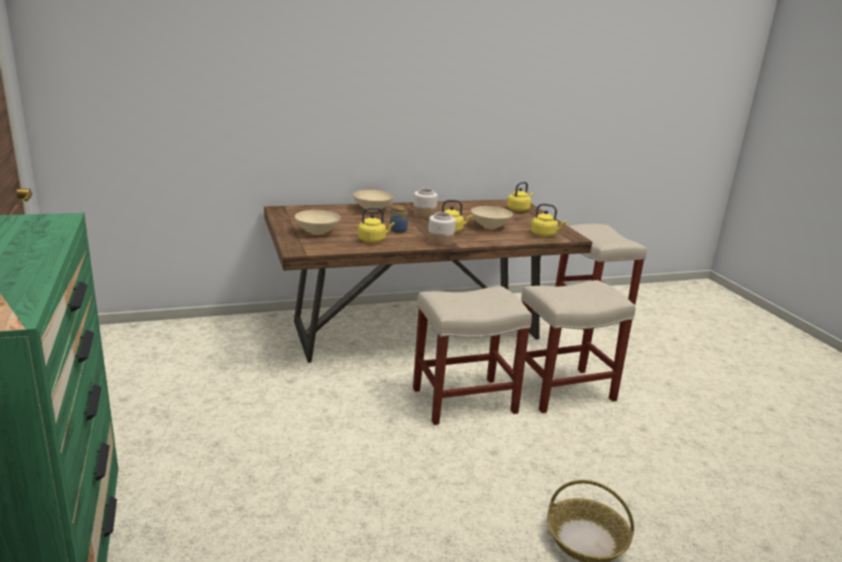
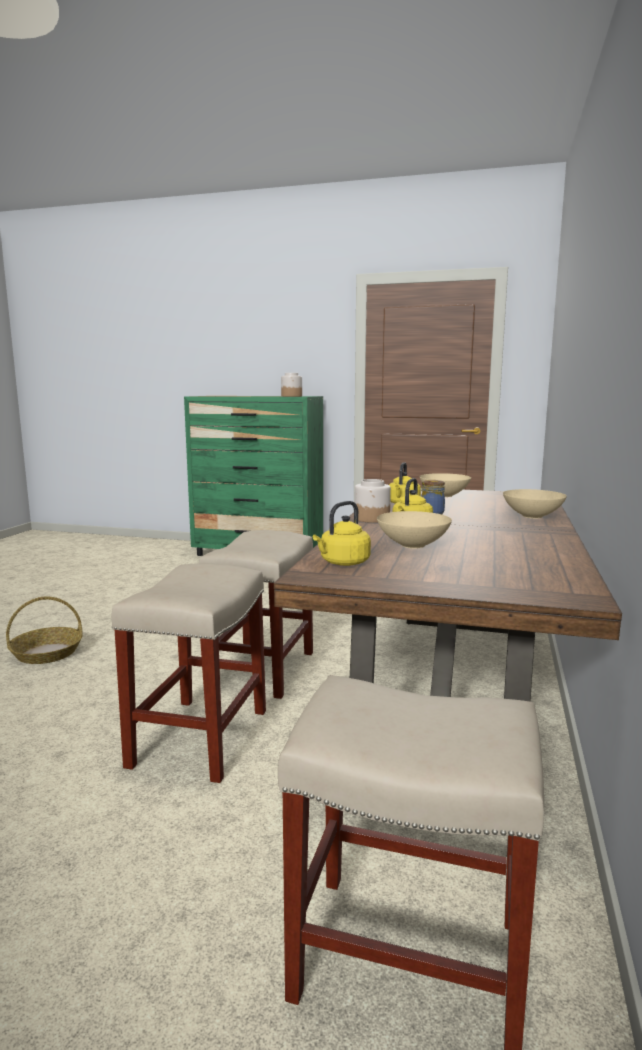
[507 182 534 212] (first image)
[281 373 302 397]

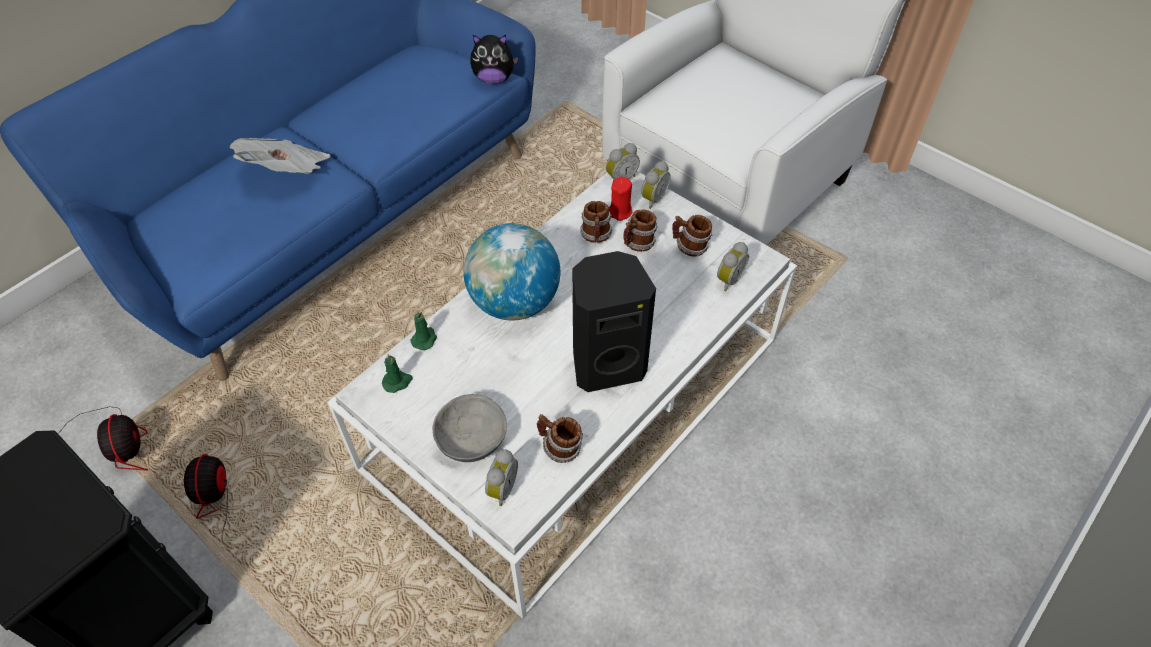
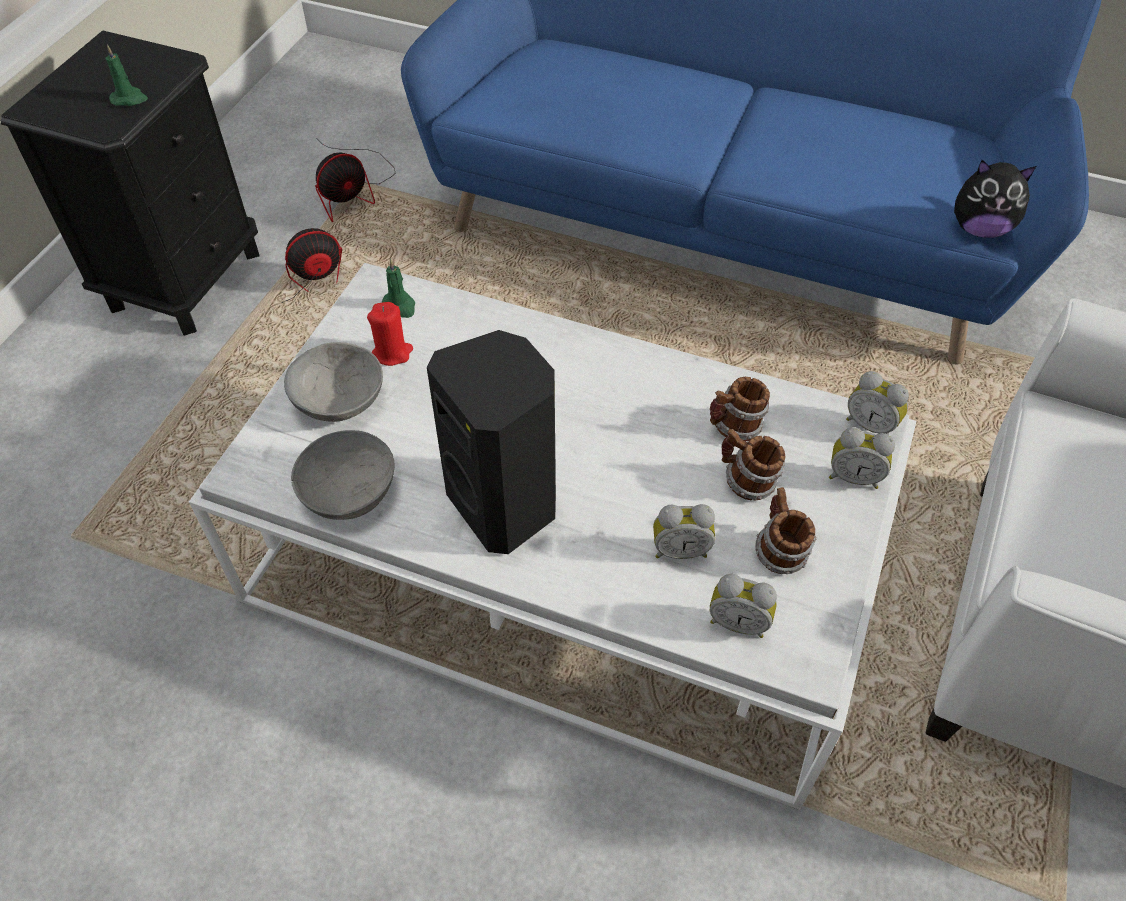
[954 160 1036 238]
[230 138 331 174] (first image)
[367 302 413 366]
[463 223 560 320] (first image)
[106 45 148 106]
[291 430 394 520]
[653 504 715 559]

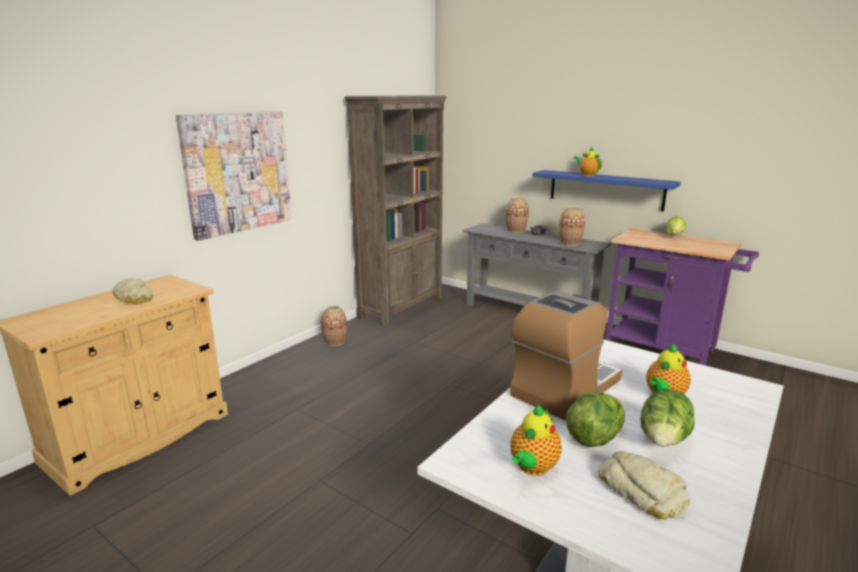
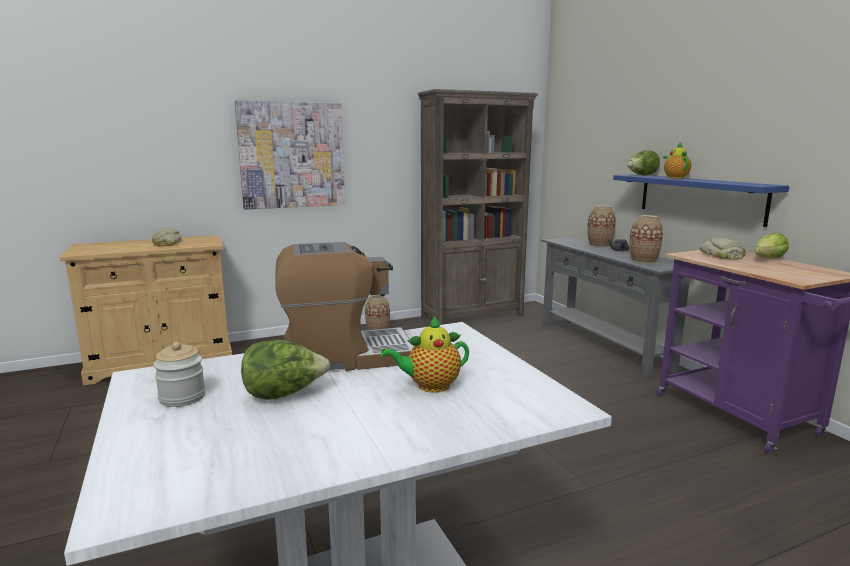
[627 150 660 176]
[154 342 205 407]
[700 238 746 260]

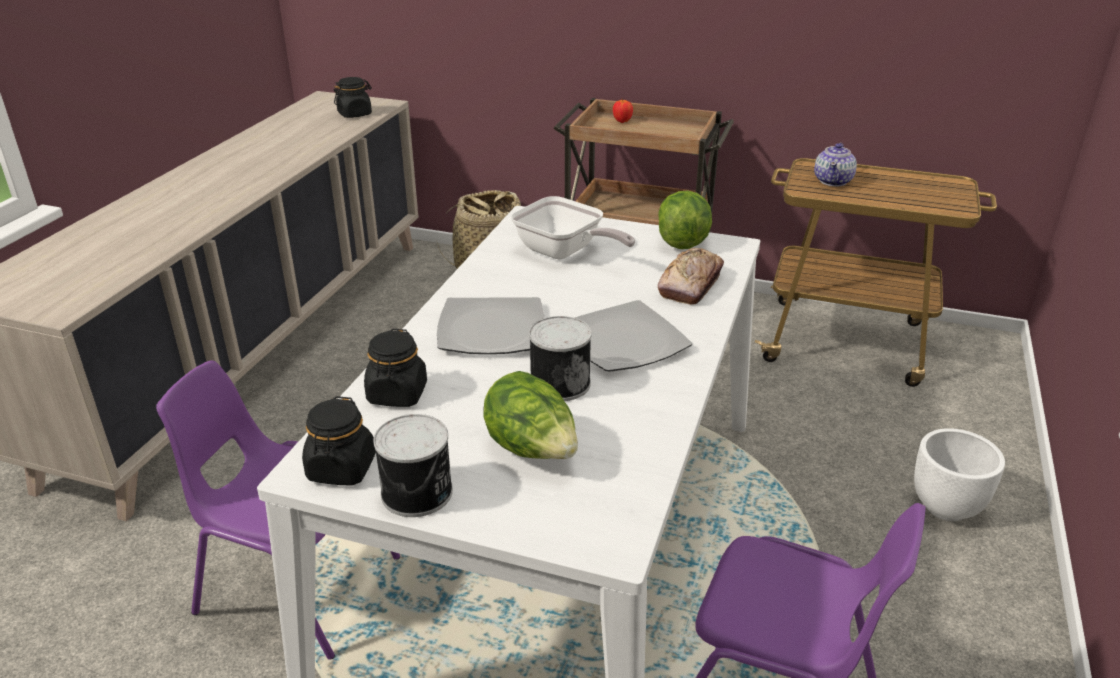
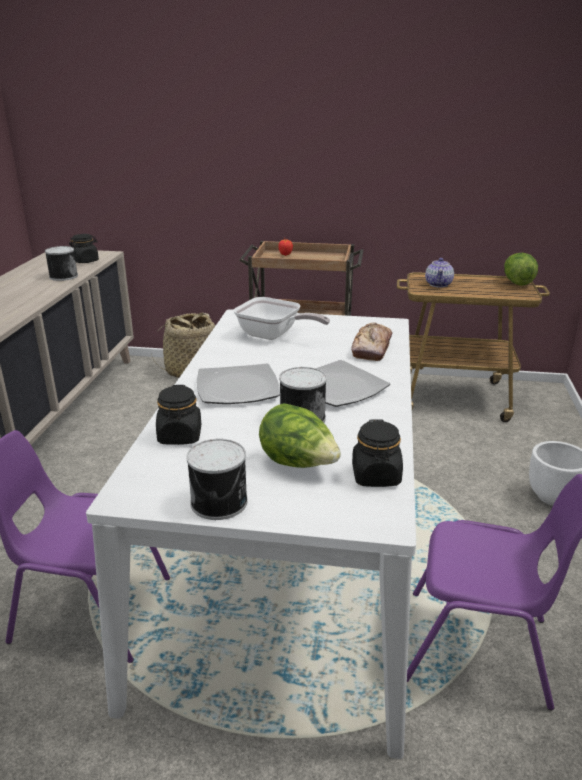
[504 253 538 286]
[352 419 403 487]
[45 246 78 281]

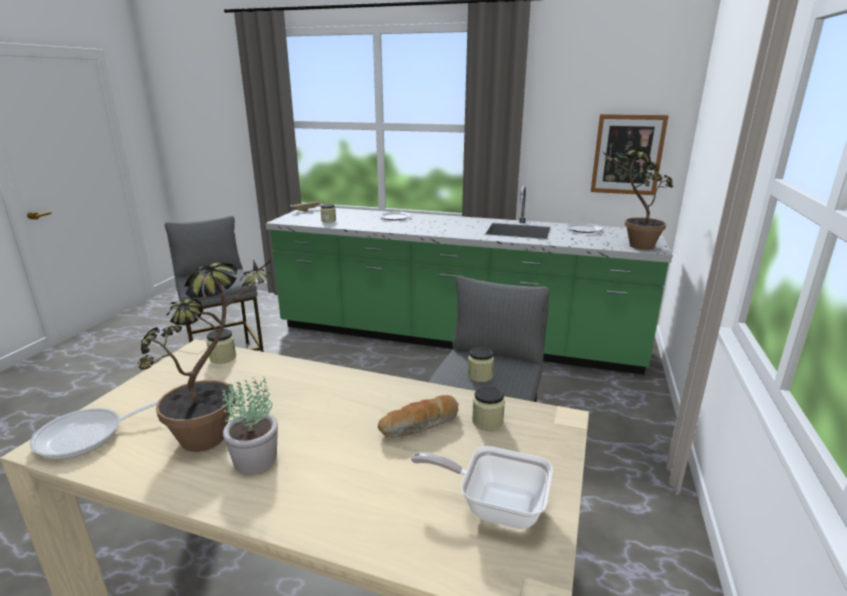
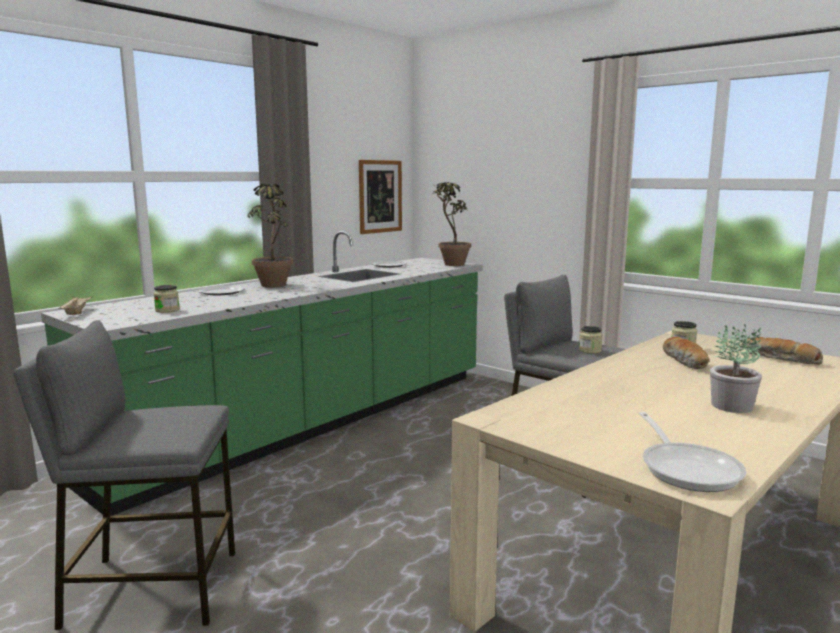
[248 184 293 288]
[207 329 236 364] (first image)
[742 337 823 365]

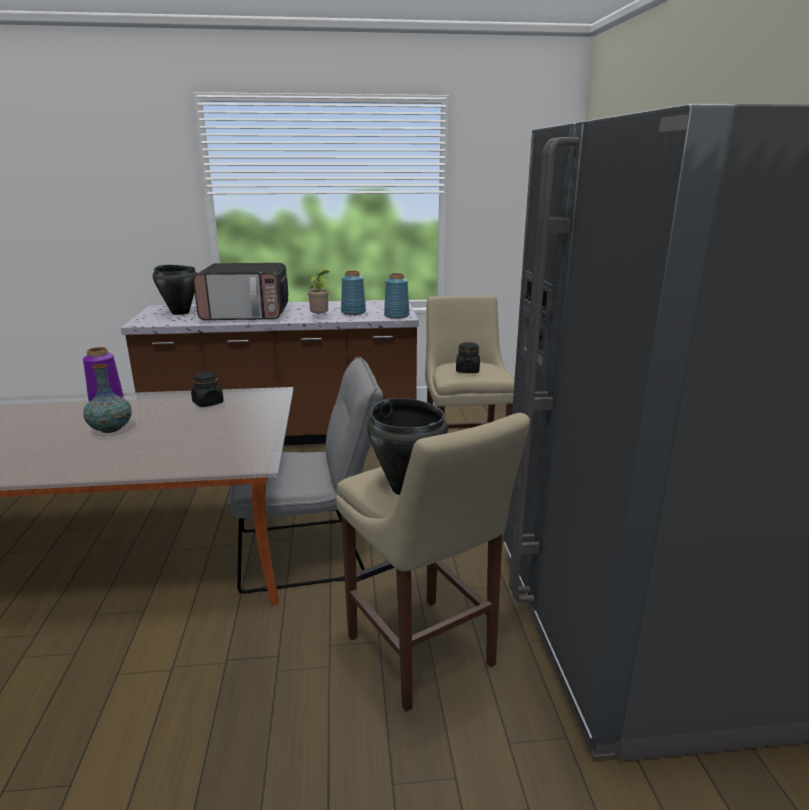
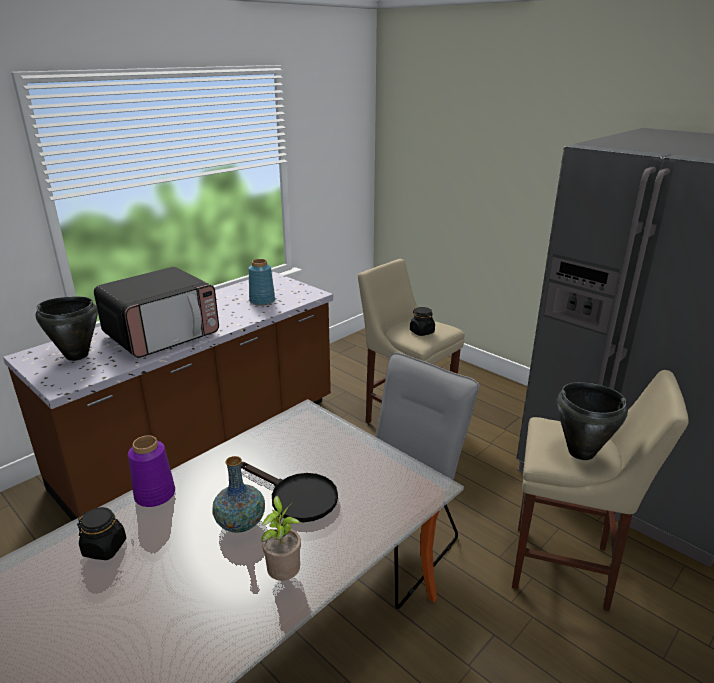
[261 496 301 581]
[384 273 409 319] (first image)
[77 507 126 560]
[241 462 338 522]

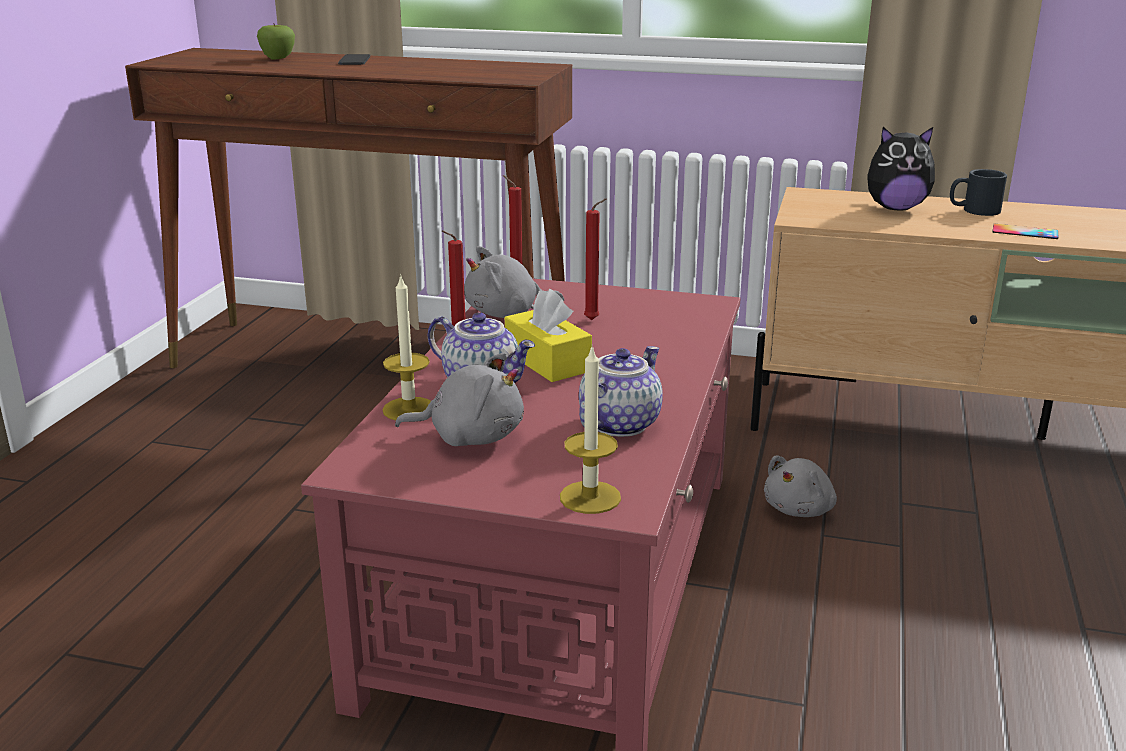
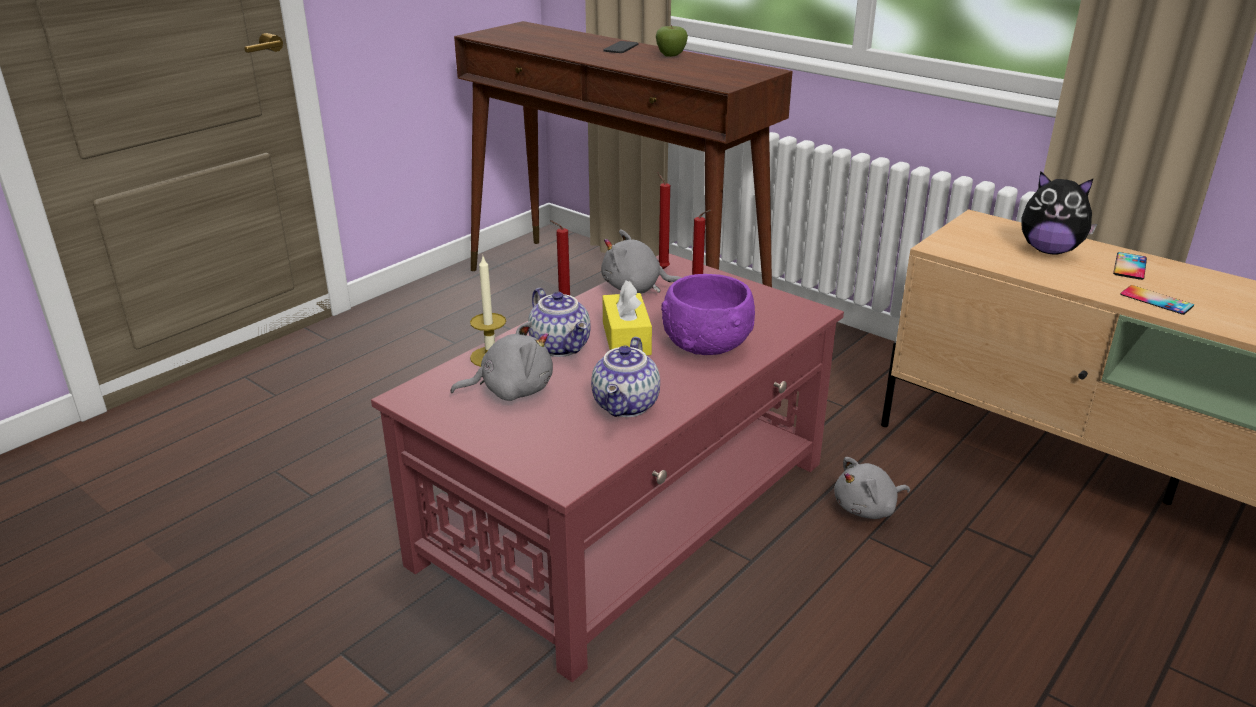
[656 25 688 57]
[1113 252 1147 280]
[560 344 621 514] (first image)
[591 337 660 417]
[451 321 553 401]
[661 274 755 355]

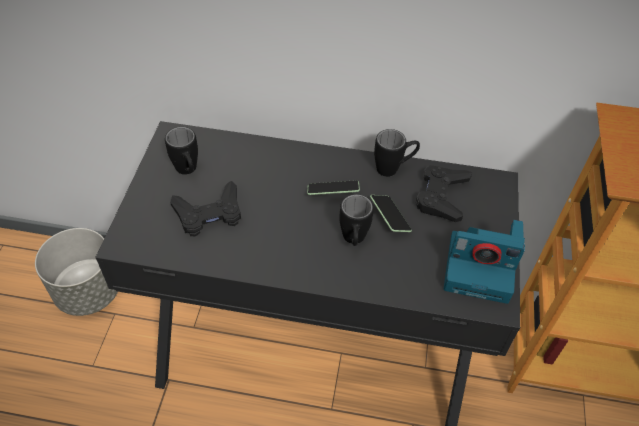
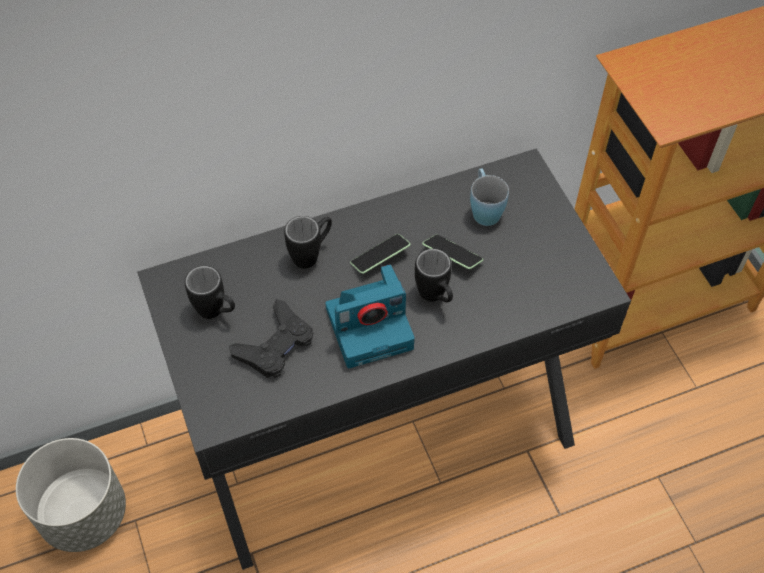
[284 216 332 269]
[470 168 509 226]
[325 264 415 368]

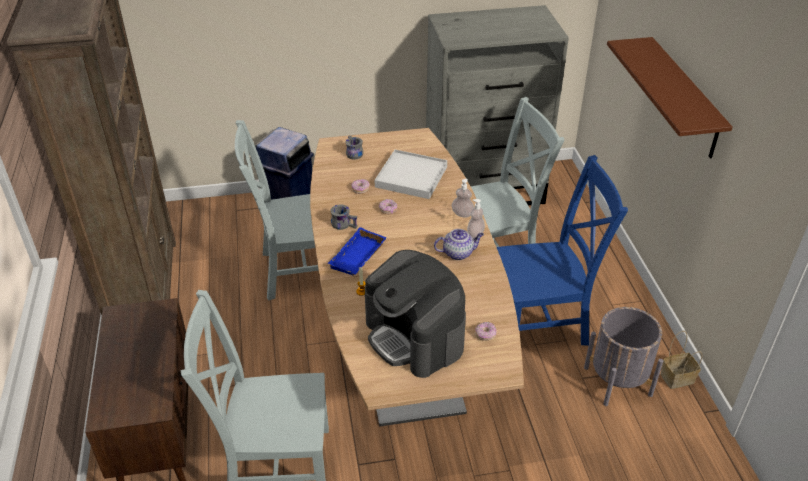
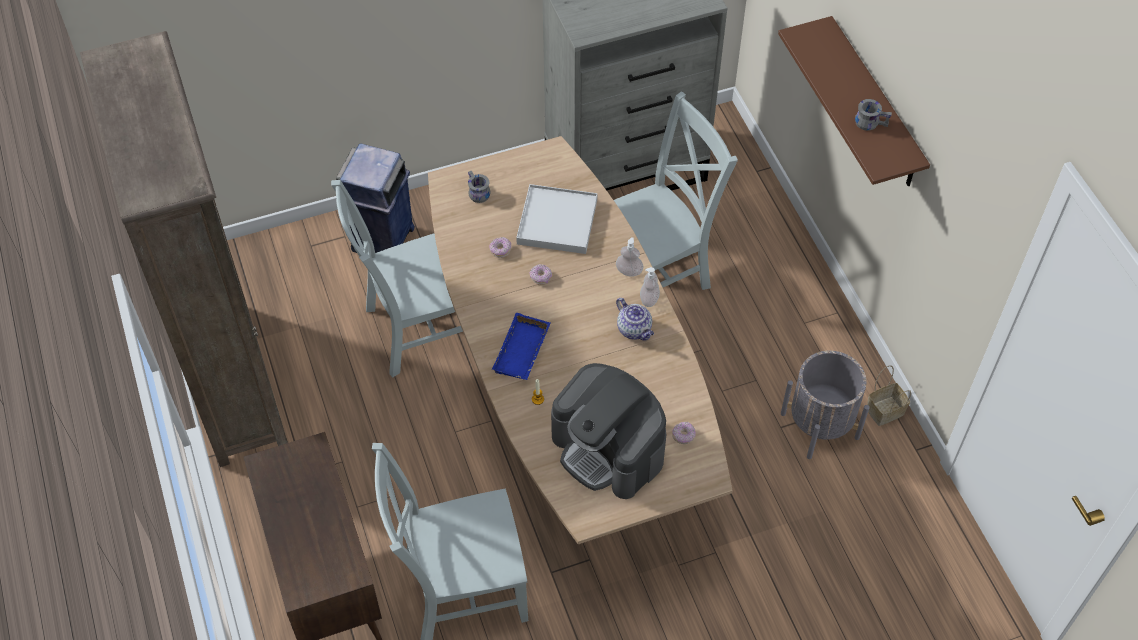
[496 155 628 346] (first image)
[855 99 892 131]
[616 298 654 340]

